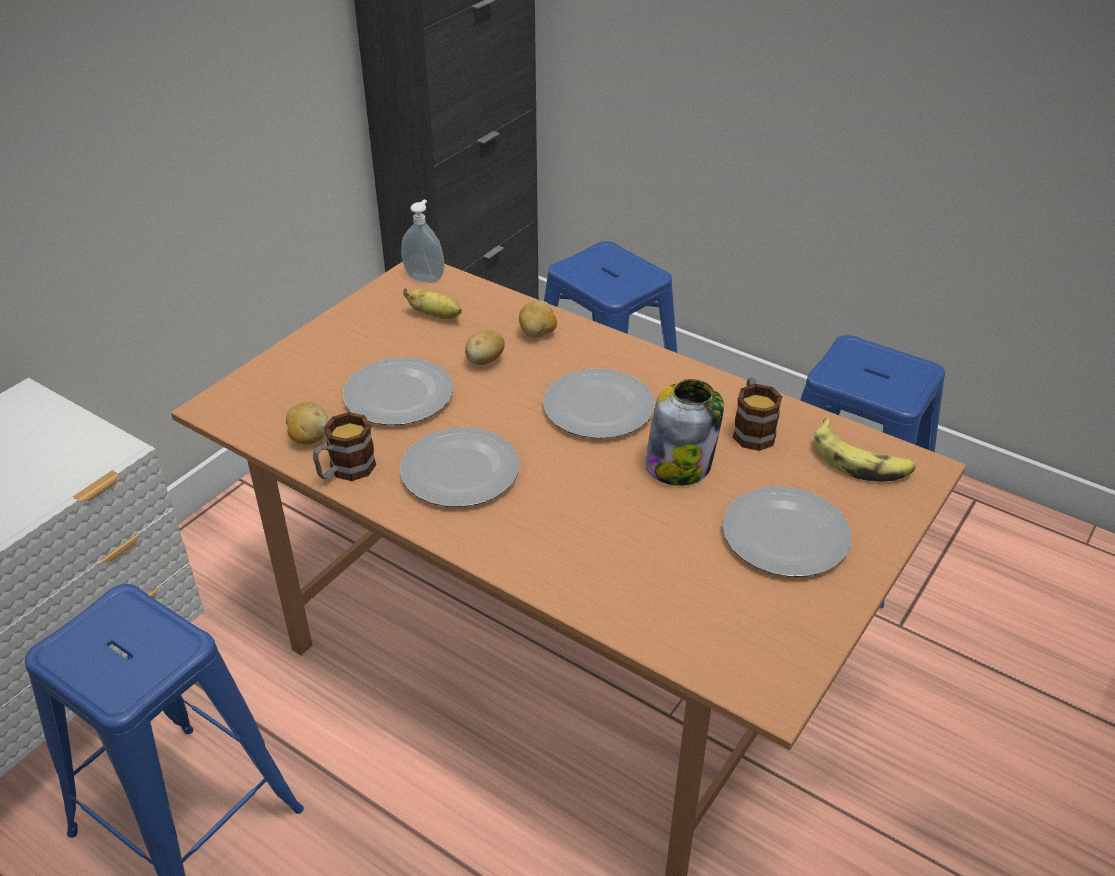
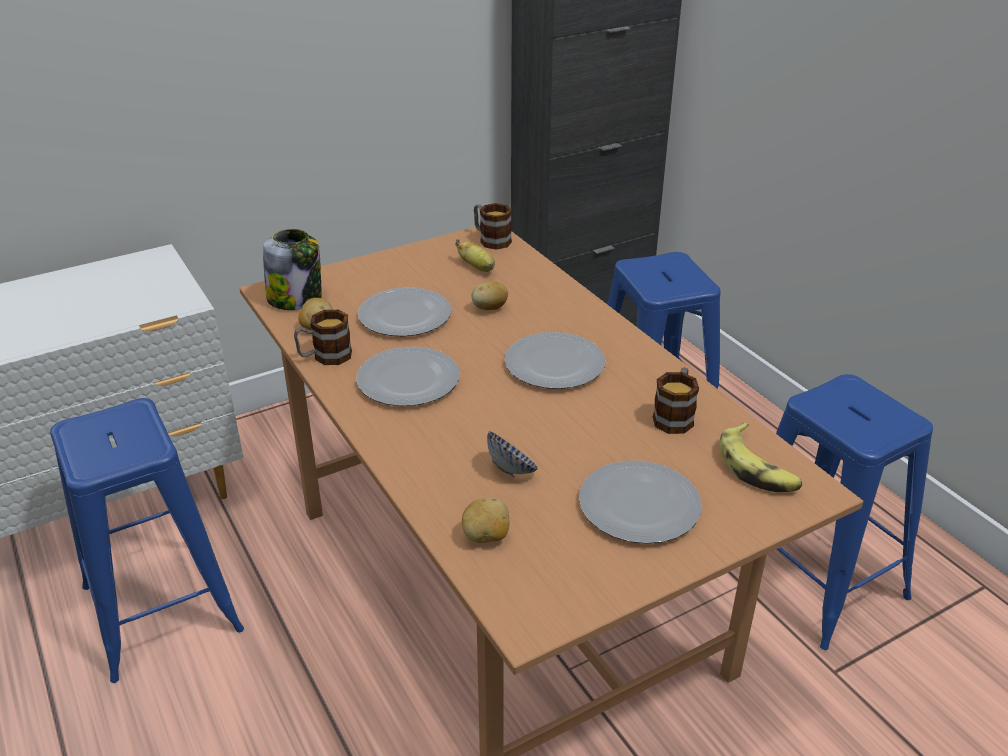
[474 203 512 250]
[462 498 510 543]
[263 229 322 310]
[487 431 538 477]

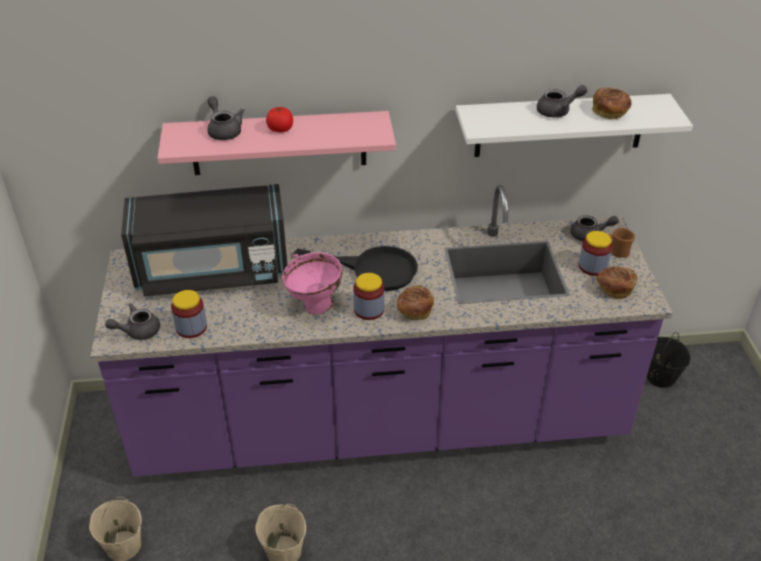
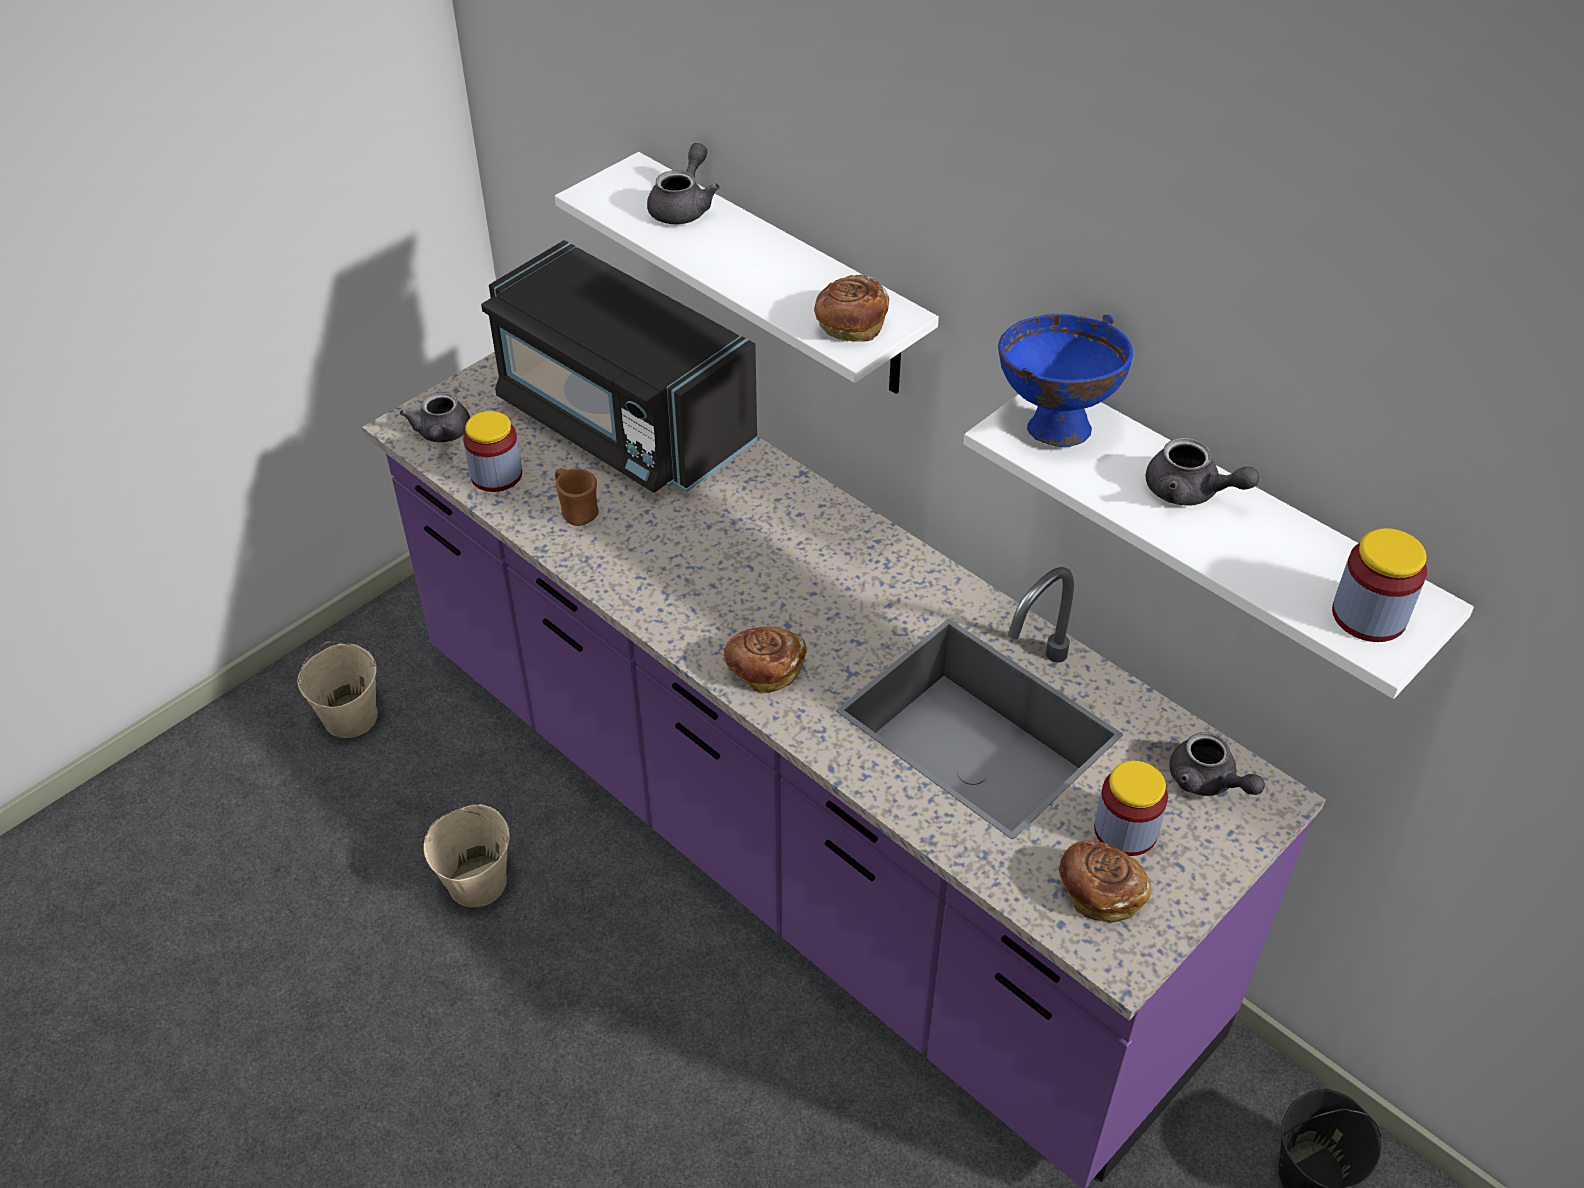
[814 274 889 342]
[266 107 293 132] (first image)
[555 152 939 394]
[555 468 599 526]
[294 246 418 291] (first image)
[282 252 342 315] (first image)
[1332 528 1427 642]
[400 392 470 442]
[998 314 1133 447]

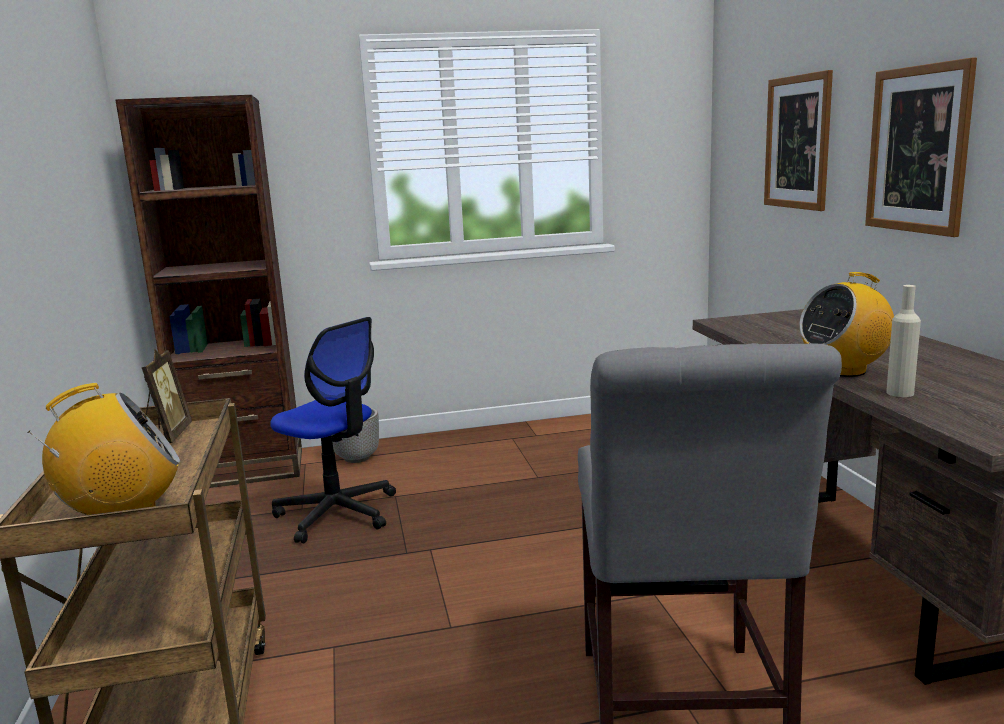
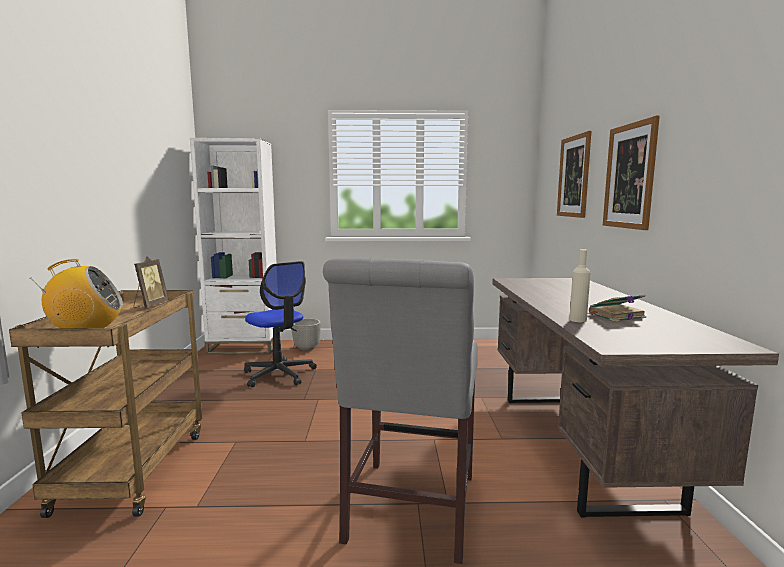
[190 138 280 355]
[799 272 894 377] (first image)
[587 295 646 322]

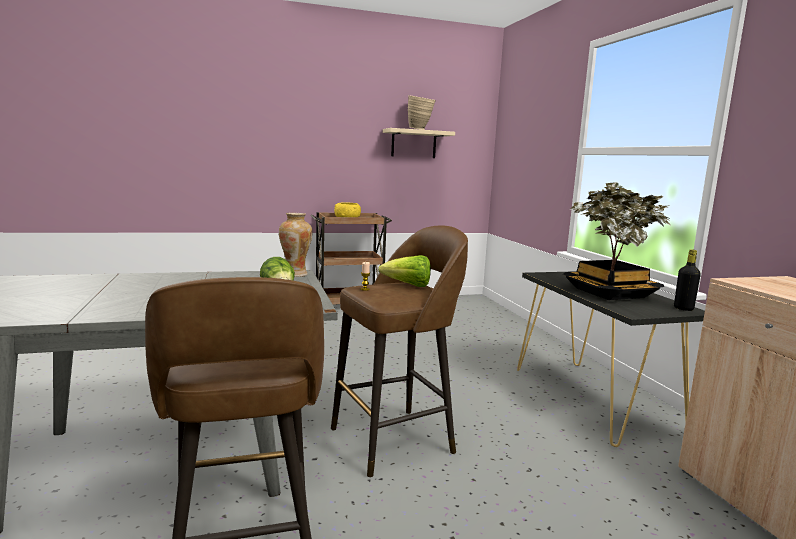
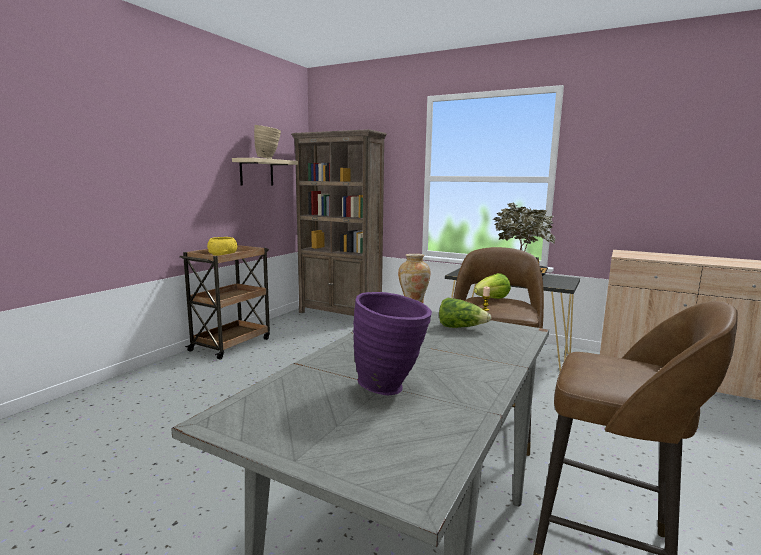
[674 249 701 311] (first image)
[291 129 387 316]
[353 292 432 395]

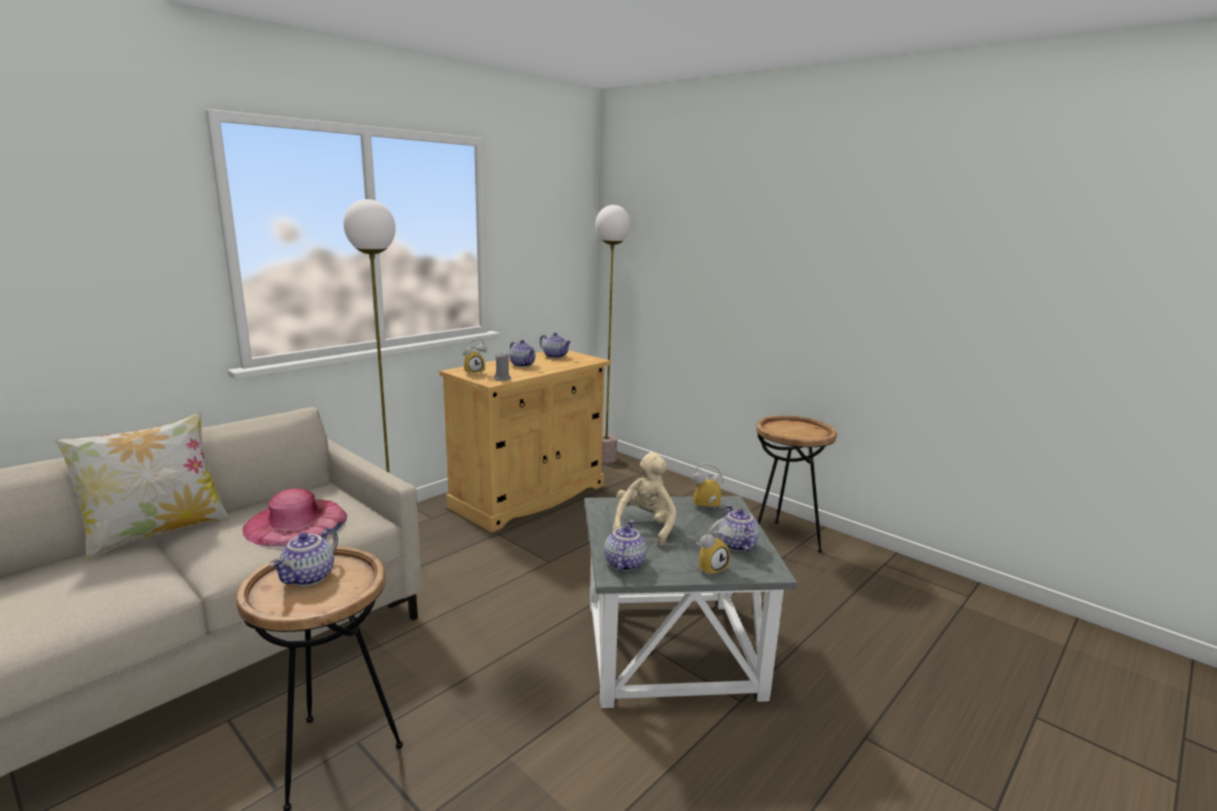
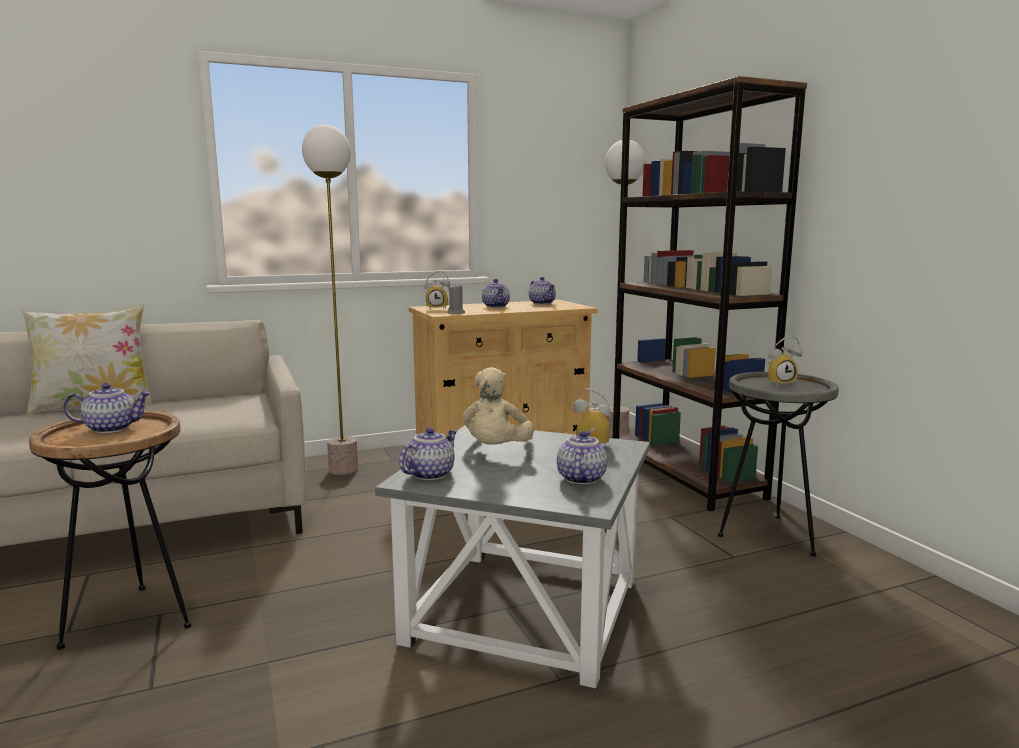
[718 372 839 557]
[462 367 534 445]
[242 488 347 547] (first image)
[768 336 802 386]
[63 383 151 433]
[613 76 807 511]

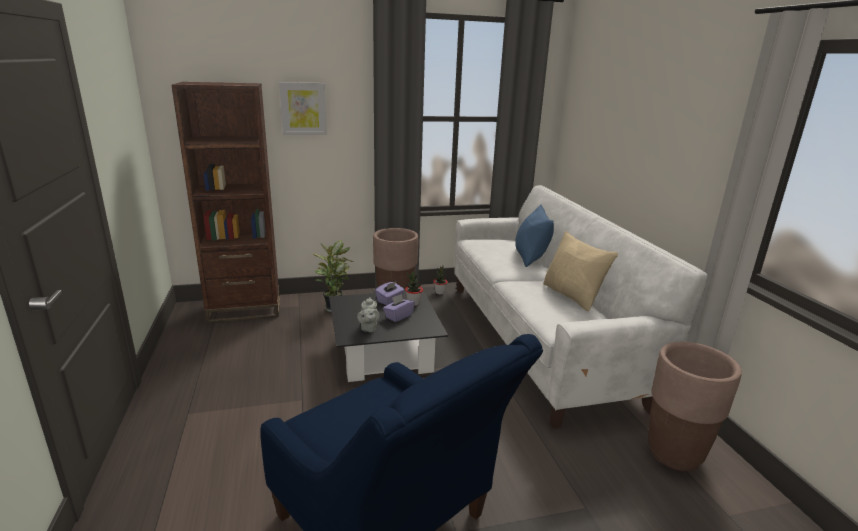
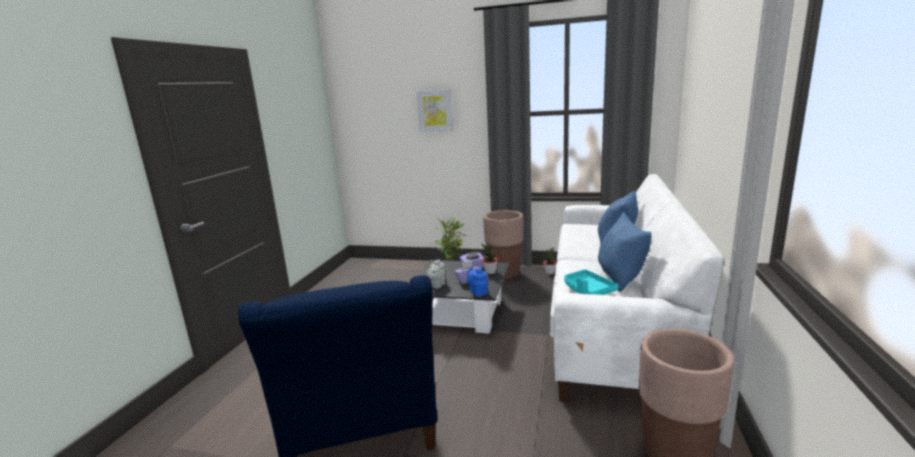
[172 82 280 323] (first image)
[598 212 651 292]
[467 267 488 297]
[564 269 619 295]

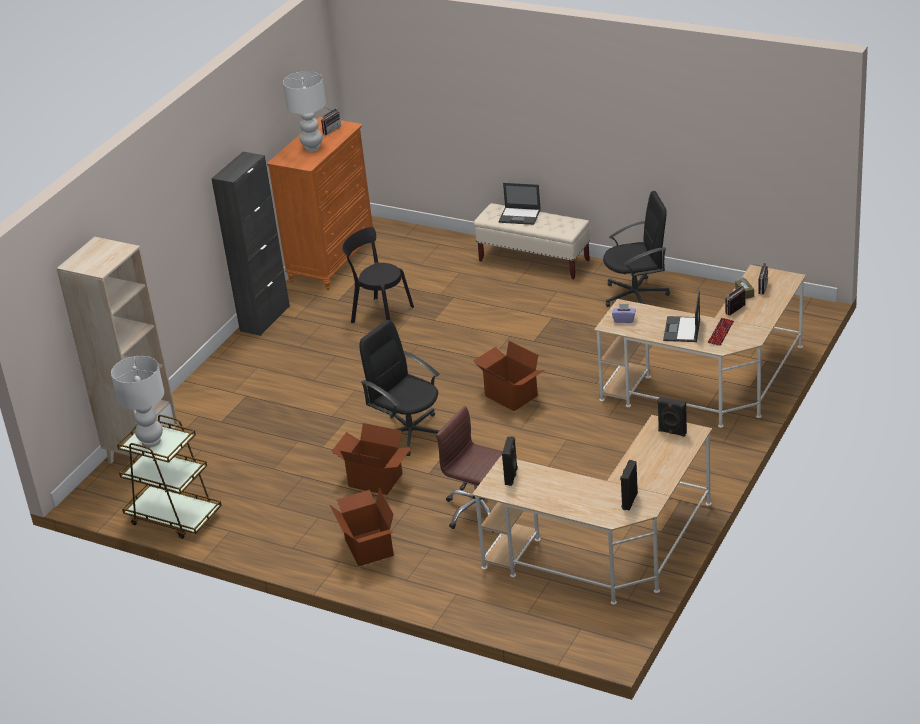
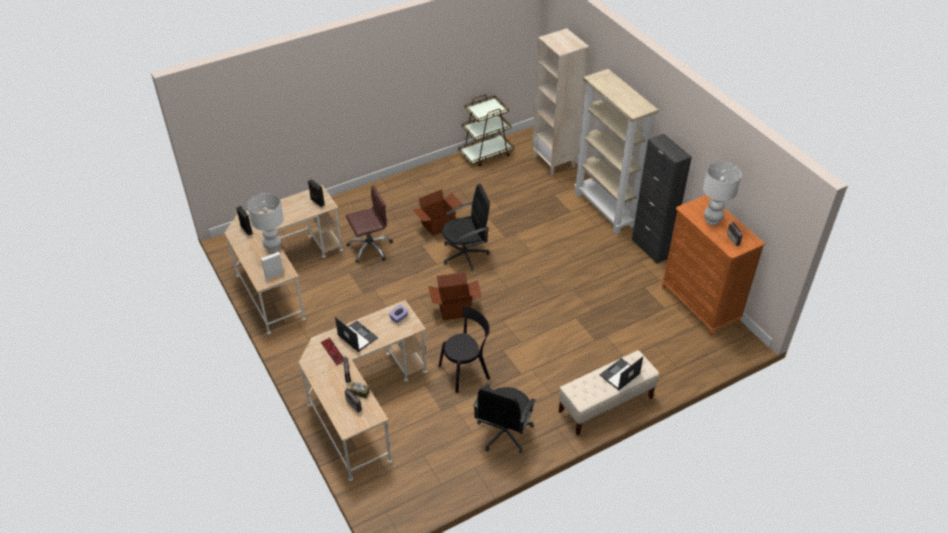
[438 307 490 393]
[247 193 284 253]
[261 251 284 279]
[329 488 394 566] (first image)
[574 69 658 234]

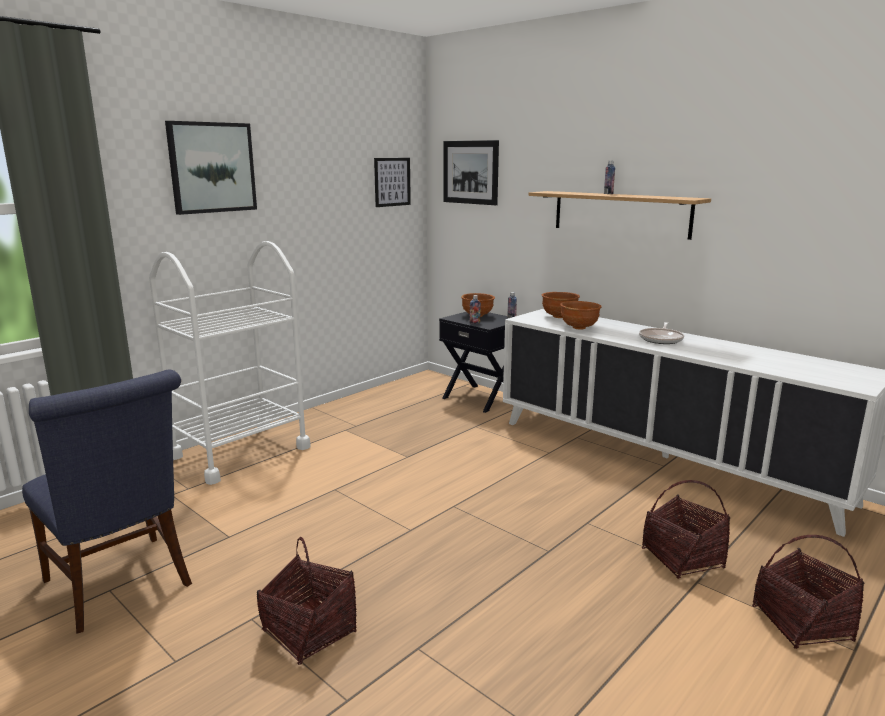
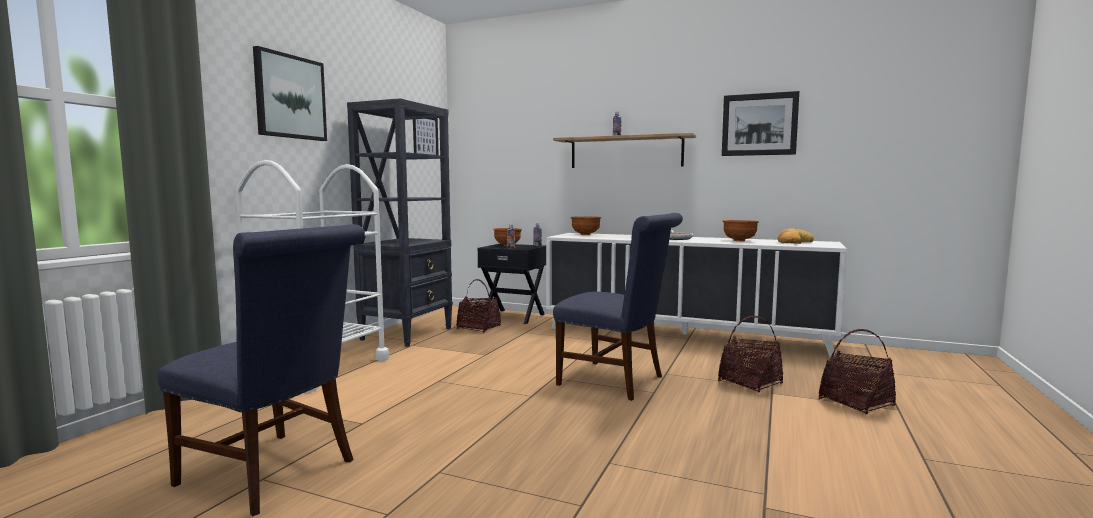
[722 91 799 156]
[723 220 759 241]
[456 279 501 333]
[347 98 453 347]
[553 213 683 401]
[778 228 814 244]

